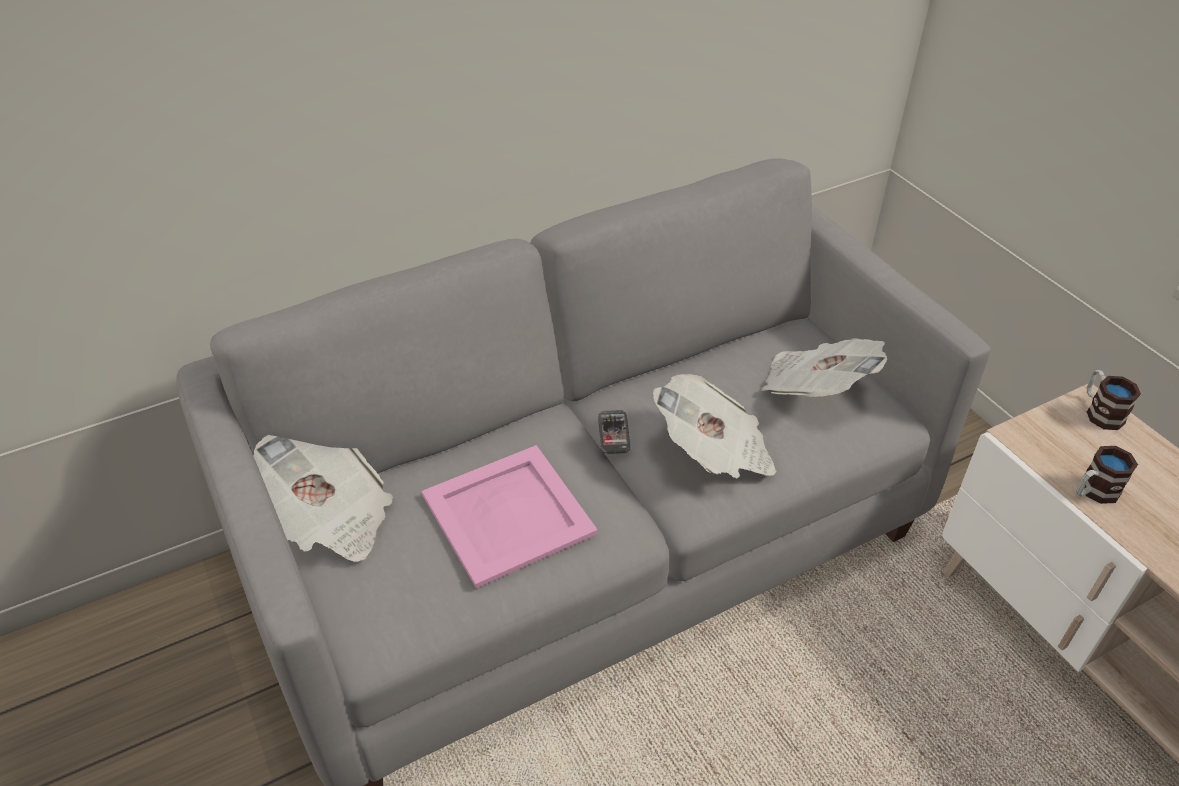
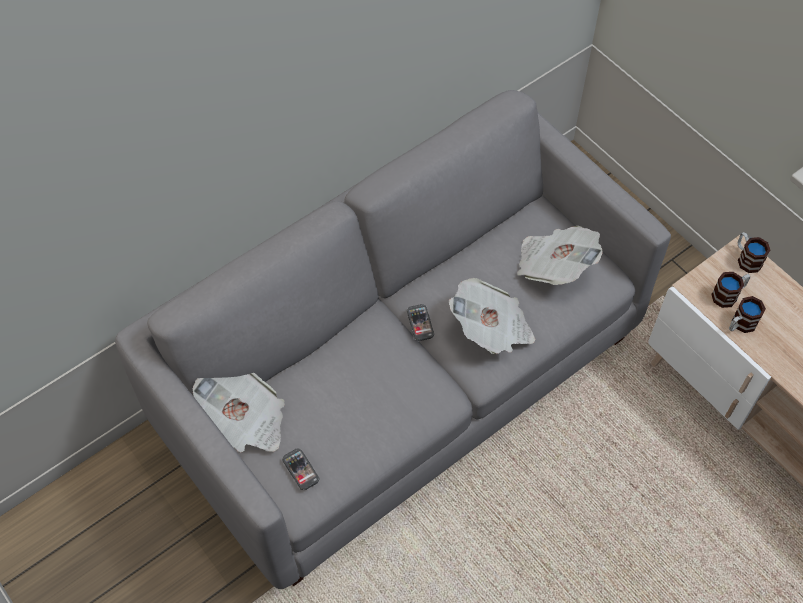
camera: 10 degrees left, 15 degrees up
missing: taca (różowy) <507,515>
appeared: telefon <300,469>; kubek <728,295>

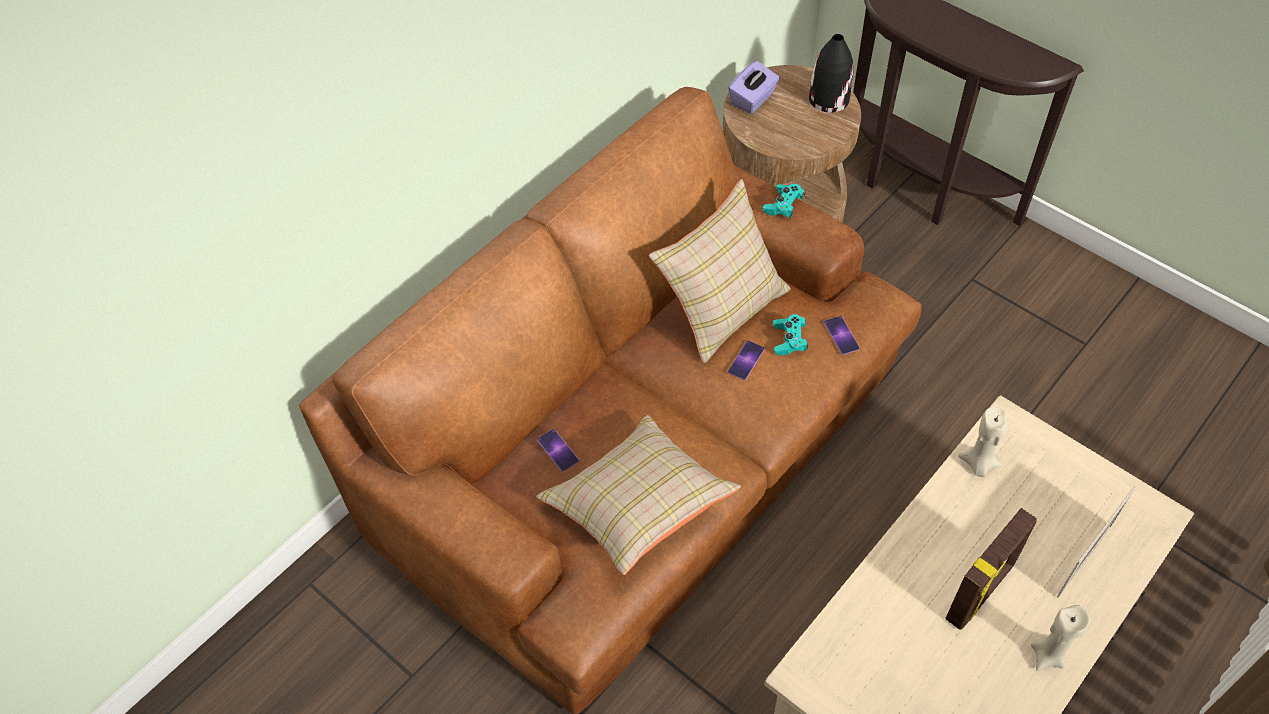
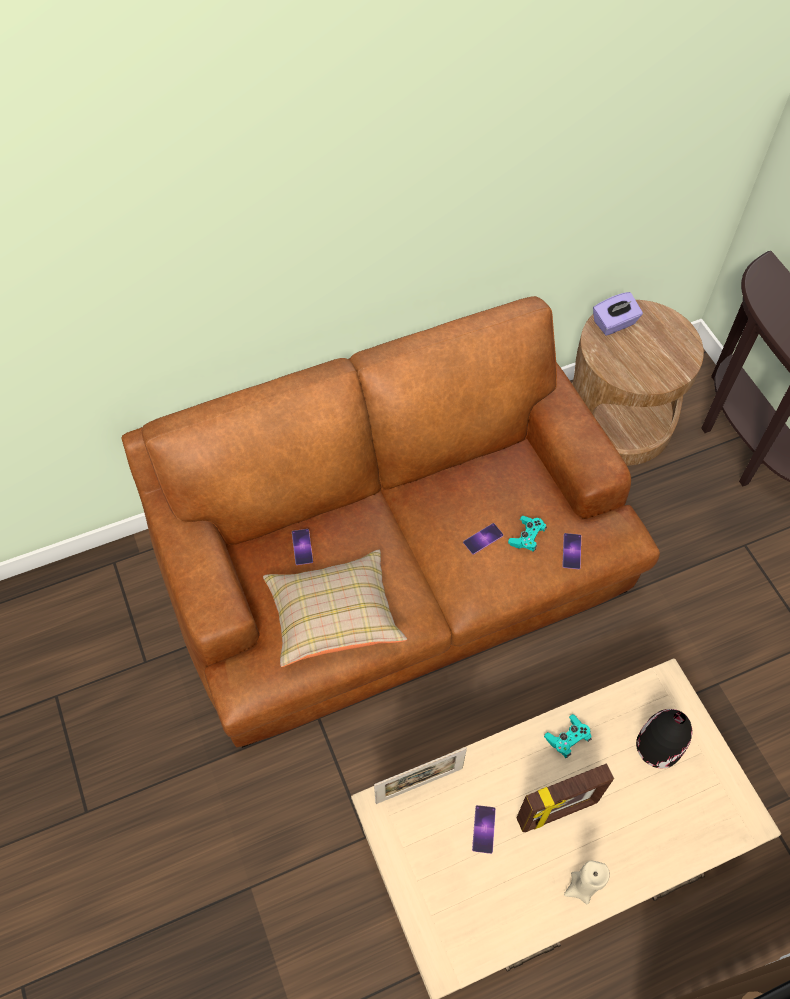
camera: 25 degrees right, 5 degrees up
missing: poduszka (beżowy) <721,307>; świeca (beżowy) <978,464>
appeared: telefon <483,829>
relocated: ramka na zdjęcie <1085,560> to <419,785>; pad do gier (turkusowy) <783,206> to <567,739>; wazon (czarny) <828,99> to <658,746>

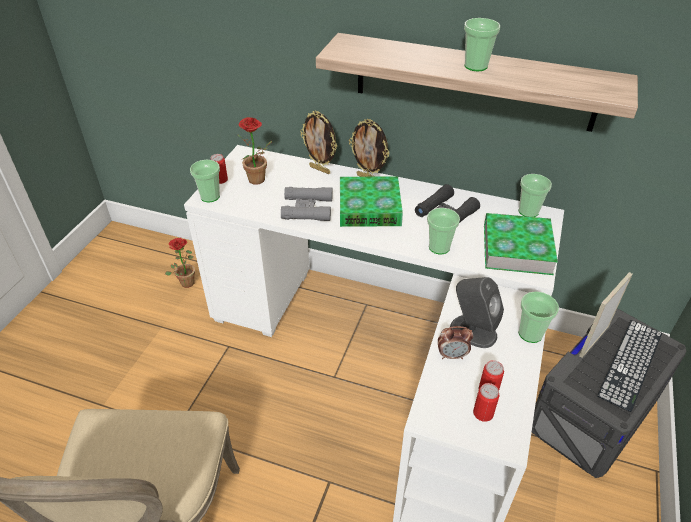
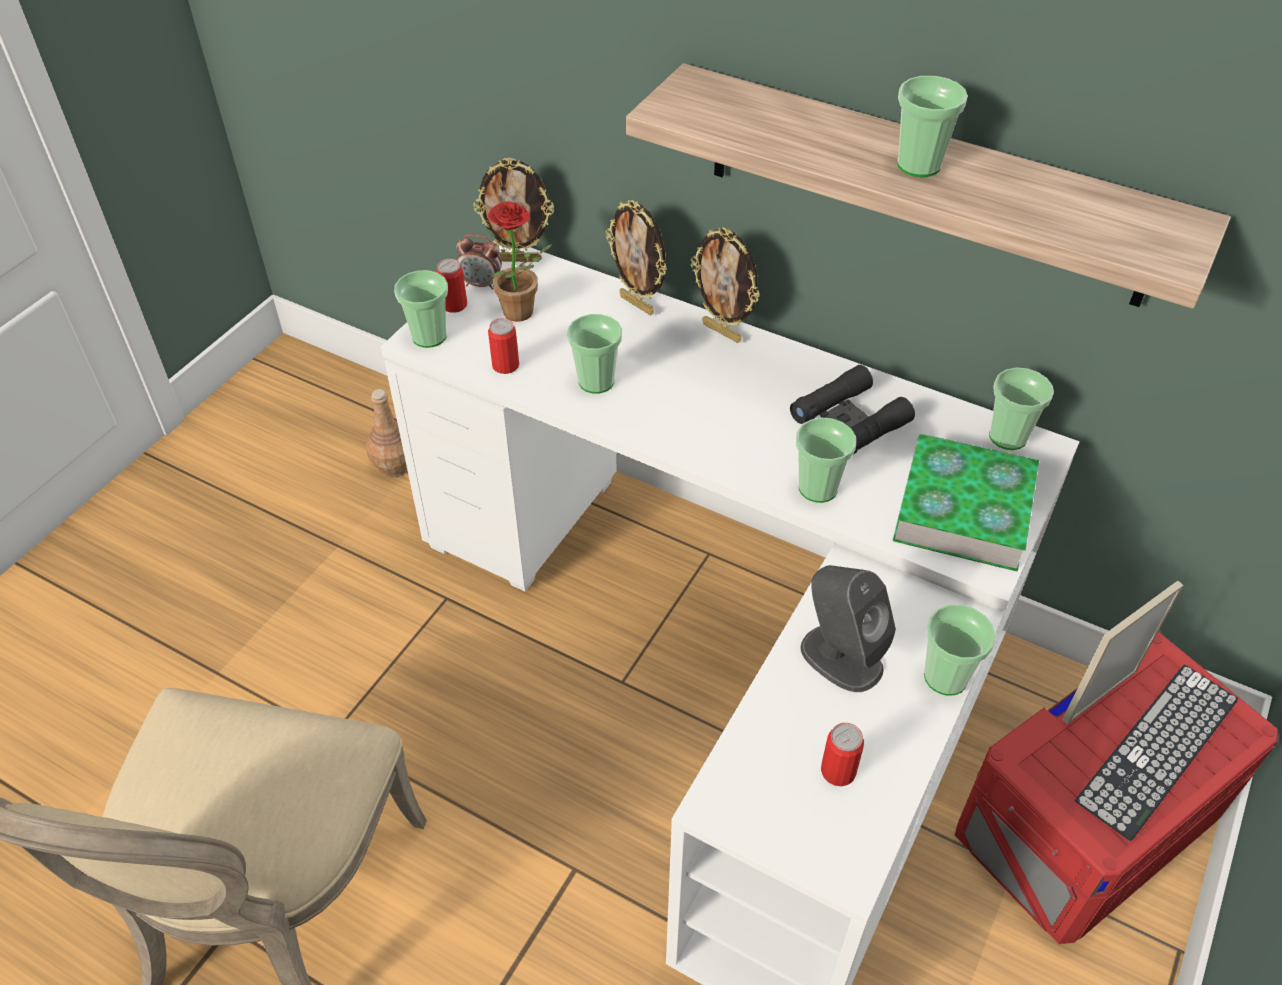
camera: 10 degrees right, 5 degrees up
missing: książka <369,207>
appeared: ramka na zdjęcie <519,259>
relocated: budzik <452,355> to <481,284>; puszka <483,413> to <505,365>
exchanged: roślina doniczkowa <186,281> to butelka (brązowy) <395,465>; lornetka (szary) <307,209> to filiżanka <596,381>
colour: pojemnik do przechowywania (szary) <593,411> to pojemnik do przechowywania (czerwony) <1089,820>

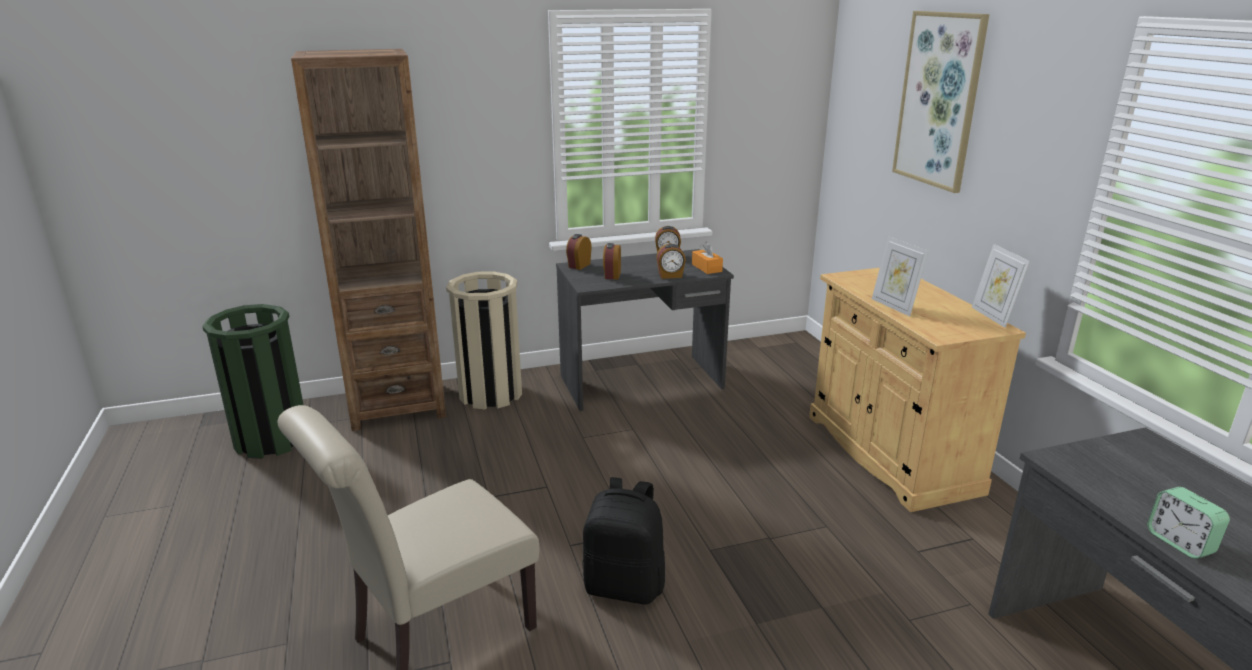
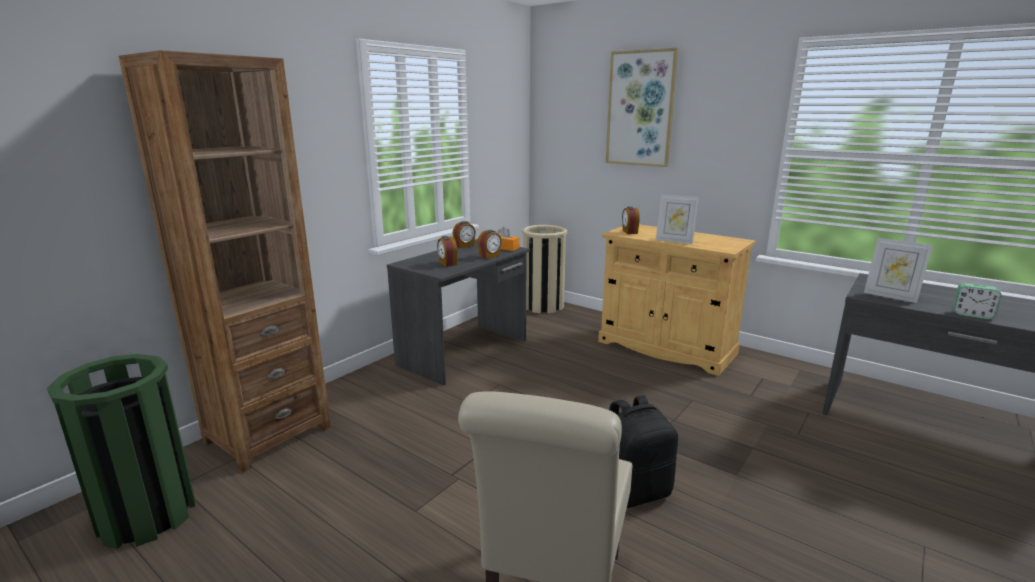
camera: 35 degrees left, 5 degrees down
relocated: kosz na śmieci (beżowy) <490,394> to <543,306>; budzik <579,265> to <629,232>; ramka na zdjęcie <992,316> to <890,296>

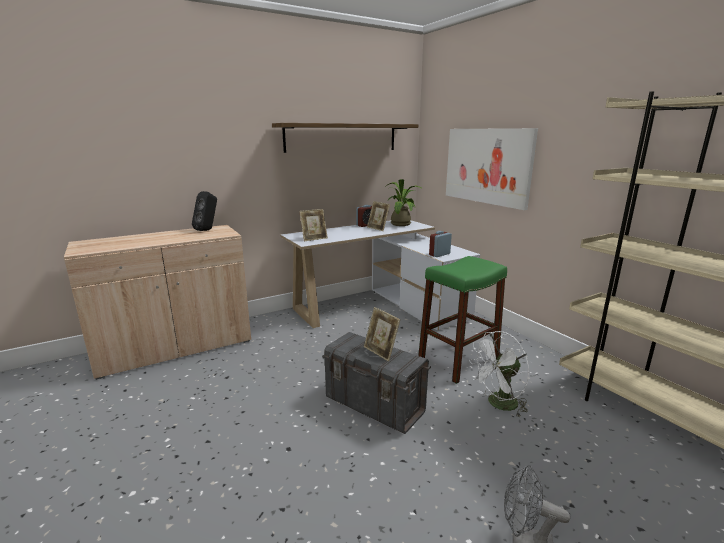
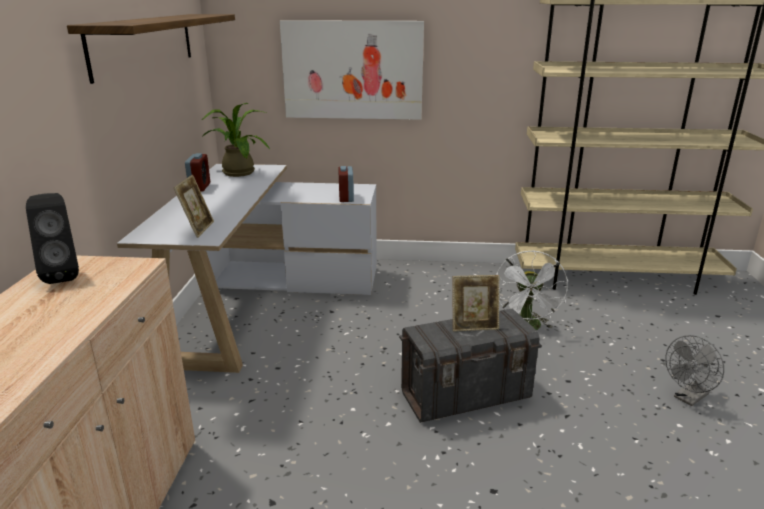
camera: 55 degrees left, 5 degrees up
missing: ramka na zdjęcie <378,228>; stołek (zielony) <458,360>

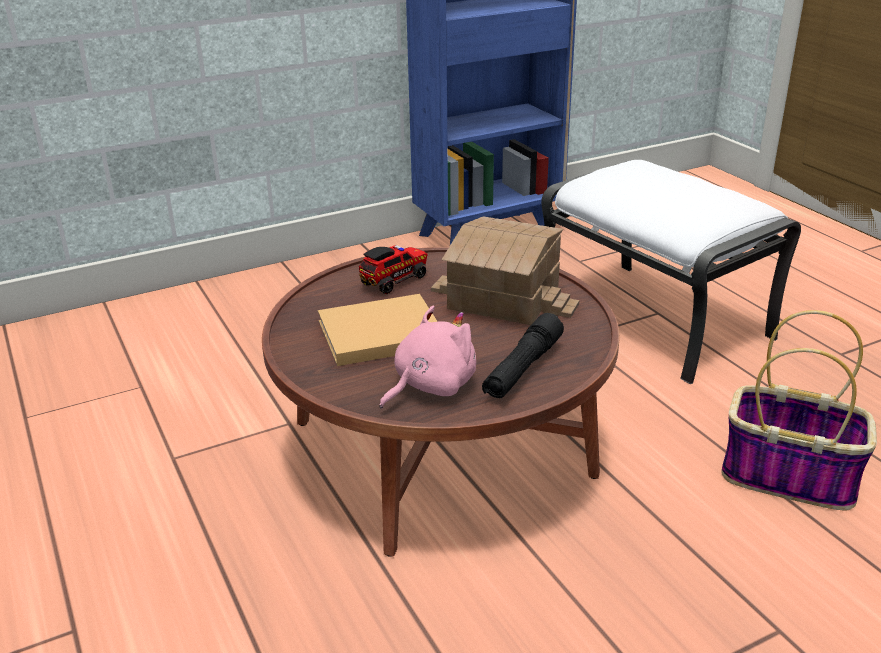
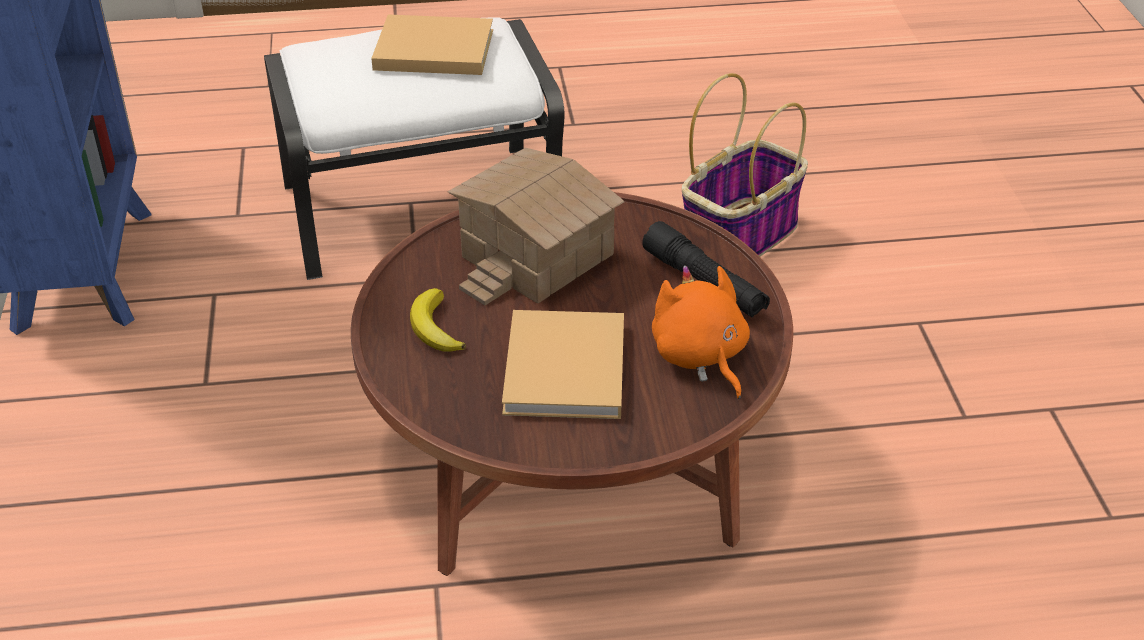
camera: 70 degrees left, 10 degrees up
appeared: książka (beżowy) <430,49>
exchanged: ciężarówka zabawkowa <395,280> to banan <435,327>
colour: pluszak (różowy) <430,386> to pluszak (pomarańczowy) <700,357>

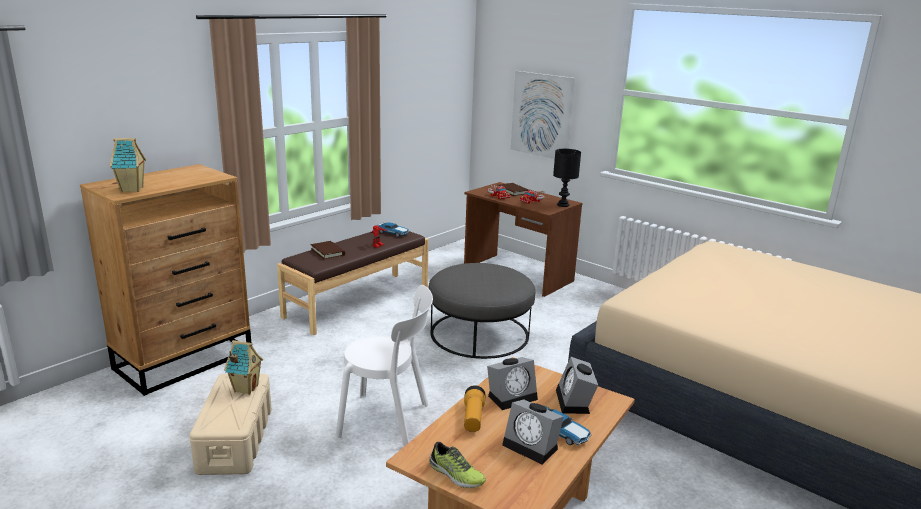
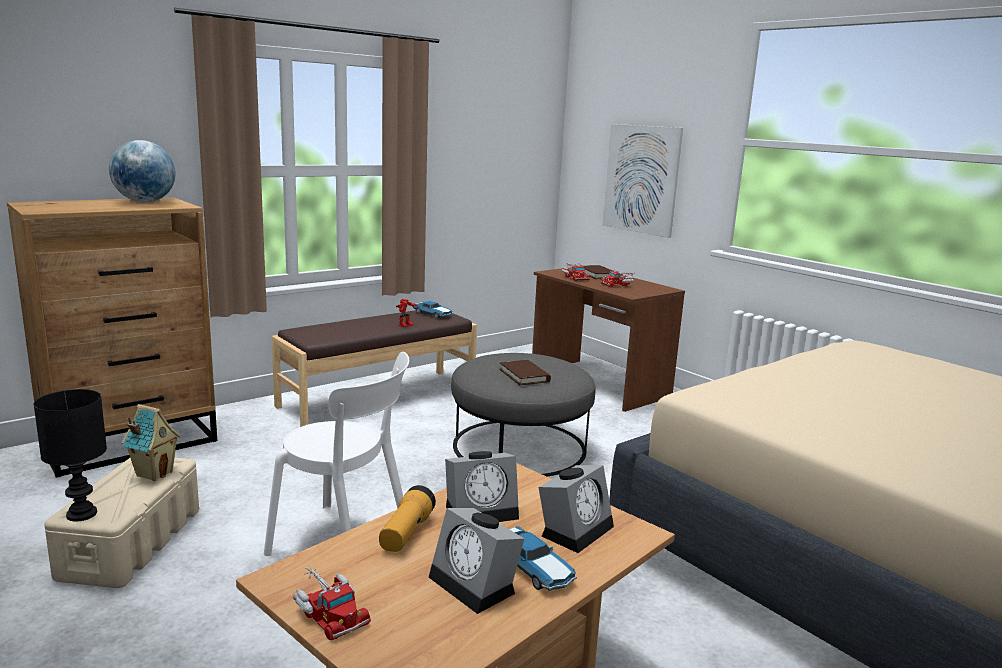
camera: 10 degrees right, 5 degrees down
missing: domek <132,189>
appeared: globus <145,202>
relocated: lampa stołowa (czarny) <563,205> to <82,514>; książka (brązowy) <327,252> to <524,375>
exchanged: but <455,474> to ciężarówka zabawkowa <329,612>
spun: budzik <575,402> = <576,529> 150 degrees counterclockwise

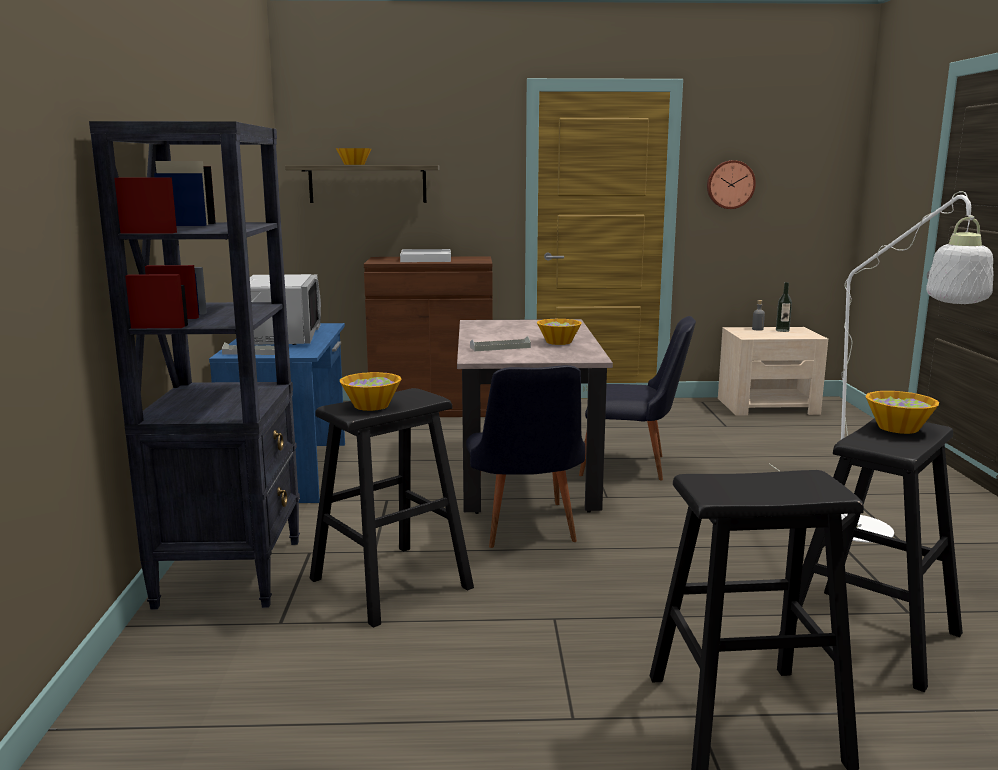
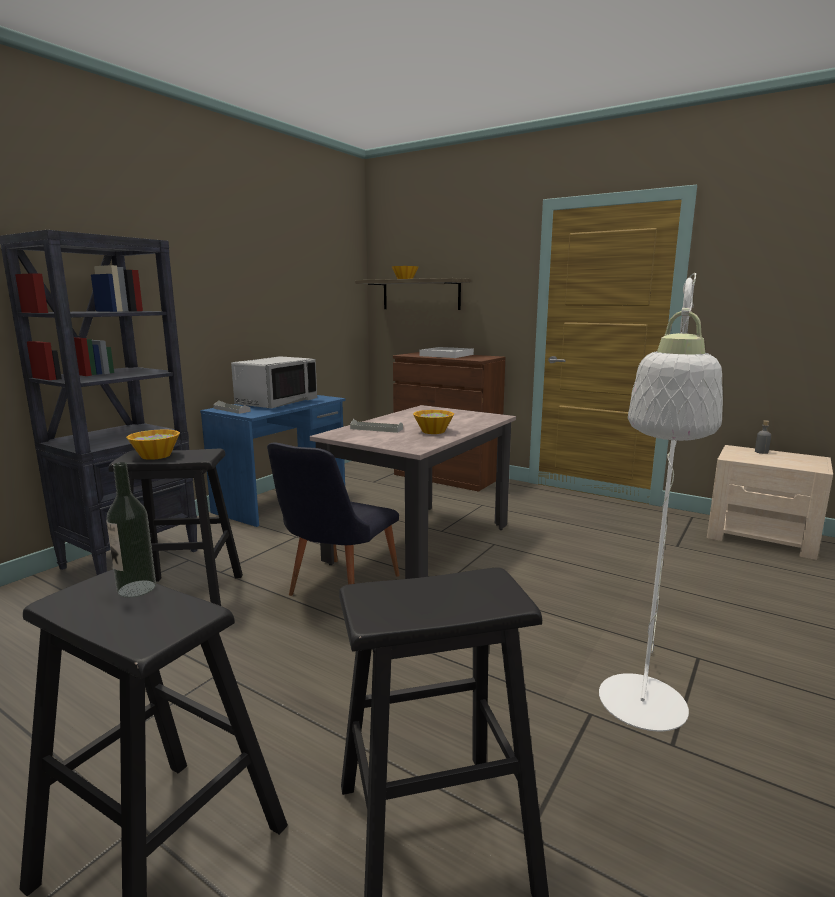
camera: 35 degrees right, 0 degrees up
missing: krzesło (czarny) <633,466>; zegar ścienny <730,184>; miska <898,428>
relocated: butelka <782,330> to <136,589>

